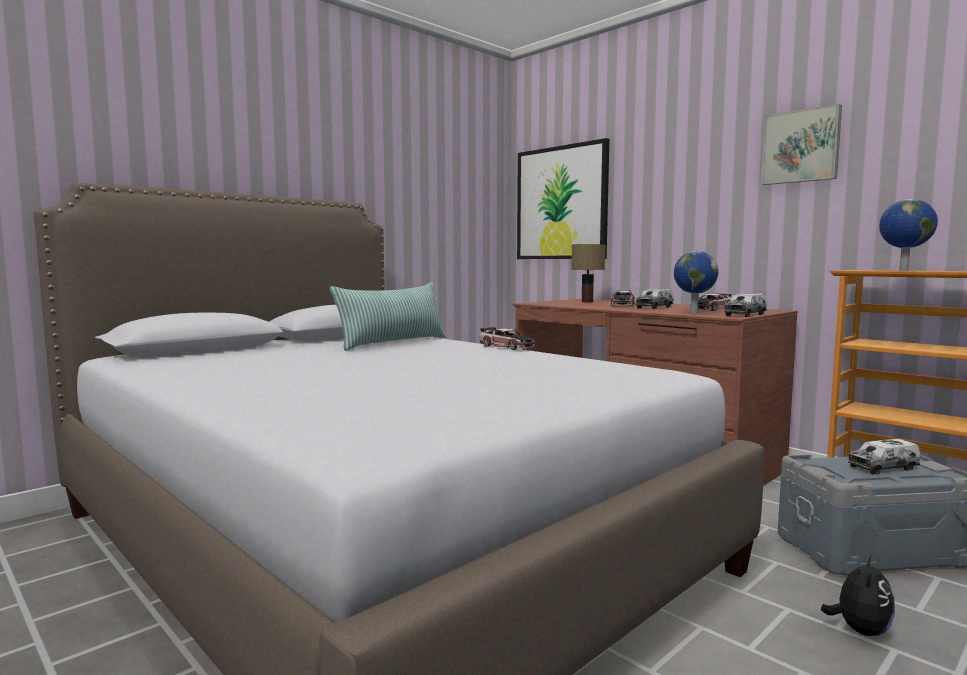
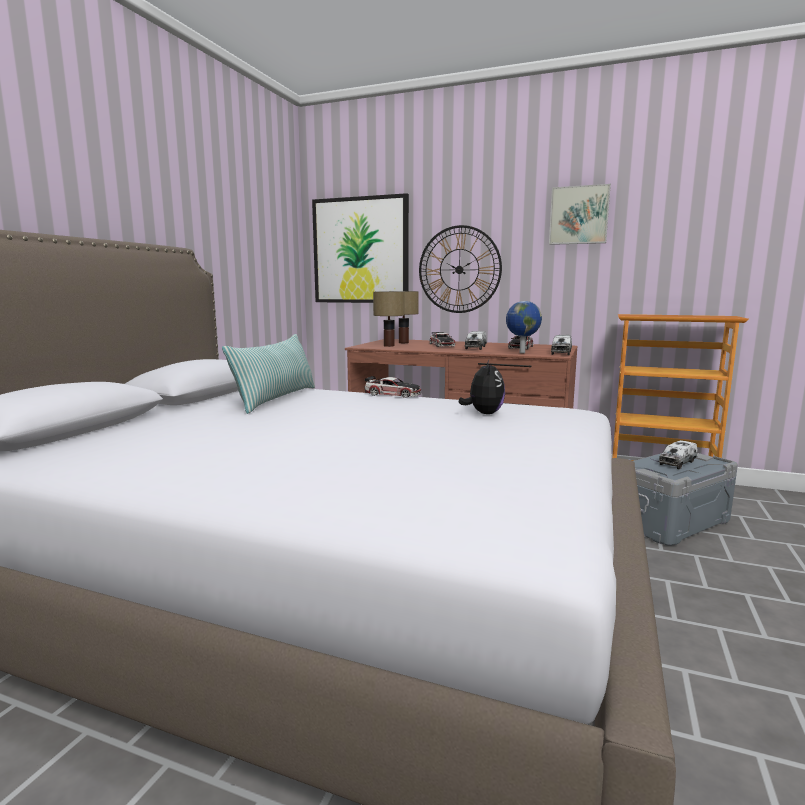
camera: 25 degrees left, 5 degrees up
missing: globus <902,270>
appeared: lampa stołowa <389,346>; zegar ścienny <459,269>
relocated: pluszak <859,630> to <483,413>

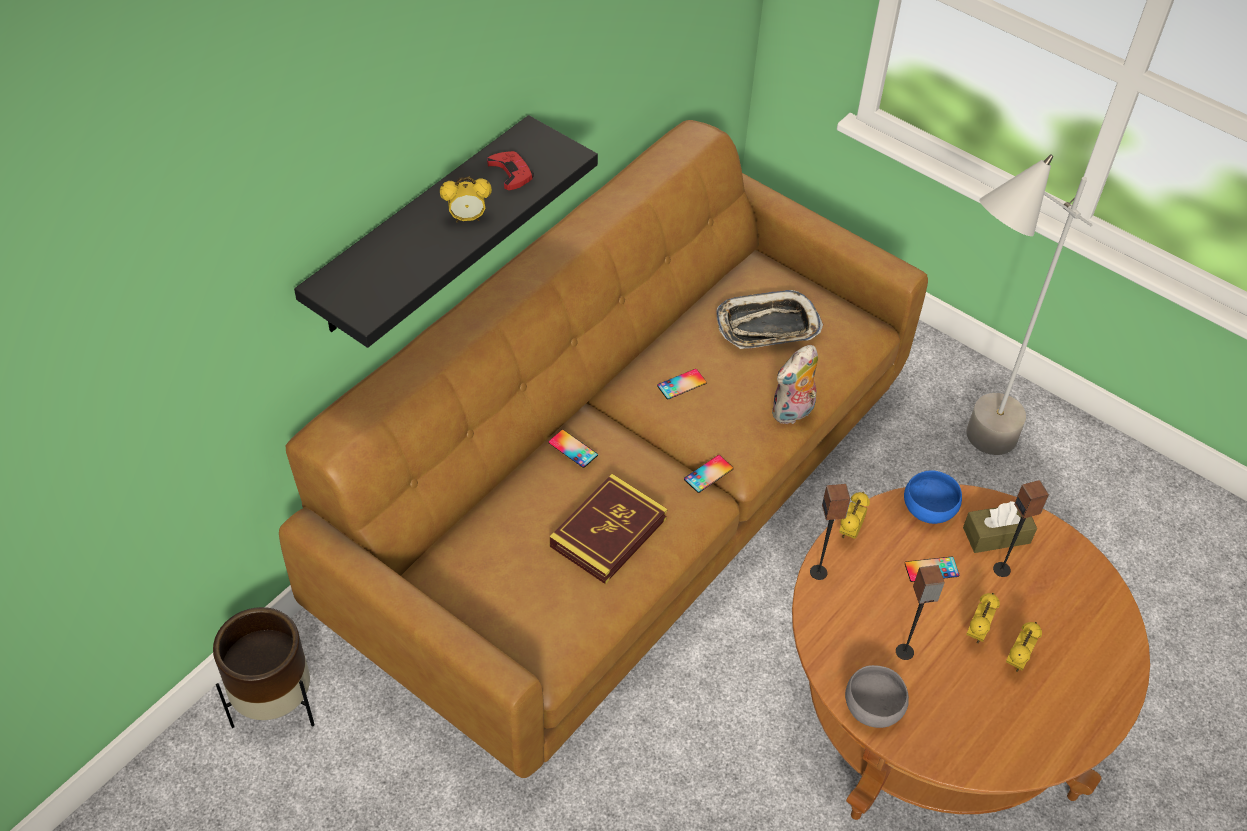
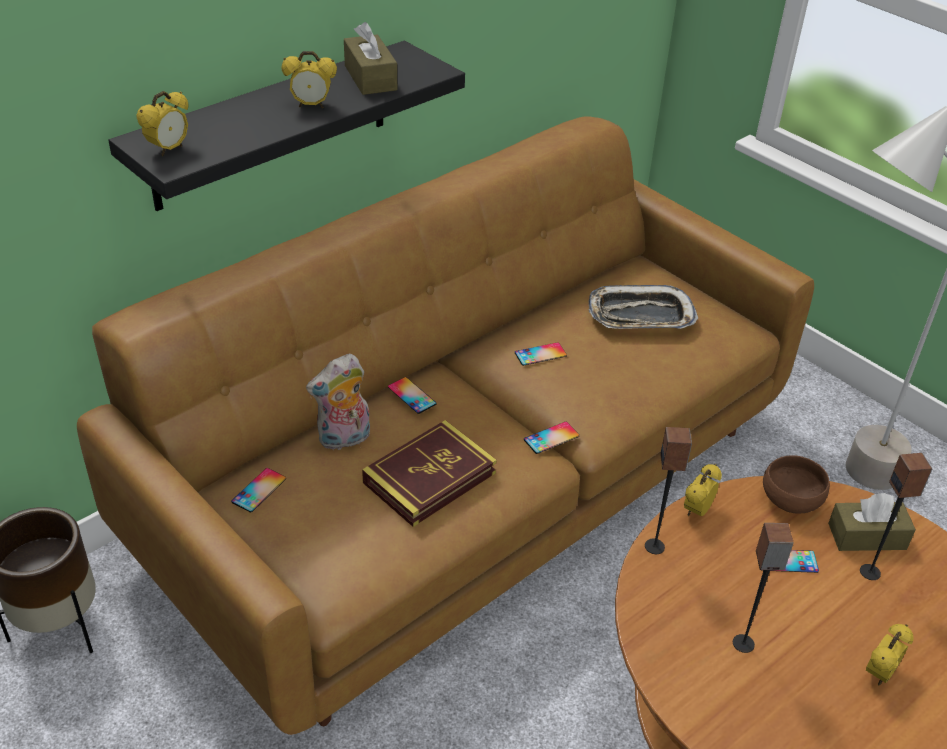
camera: 10 degrees right, 10 degrees down
missing: miska (szary) <874,707>
appeared: telefon <259,490>
relocated: budzik <976,633> to <169,149>; pluszak <793,413> to <344,439>
exchanged: pad do gier (czerwony) <511,173> to pudełko chusteczek (brązowy) <370,78>
colour: miska (niebieski) <928,510> to miska (brązowy) <789,501>

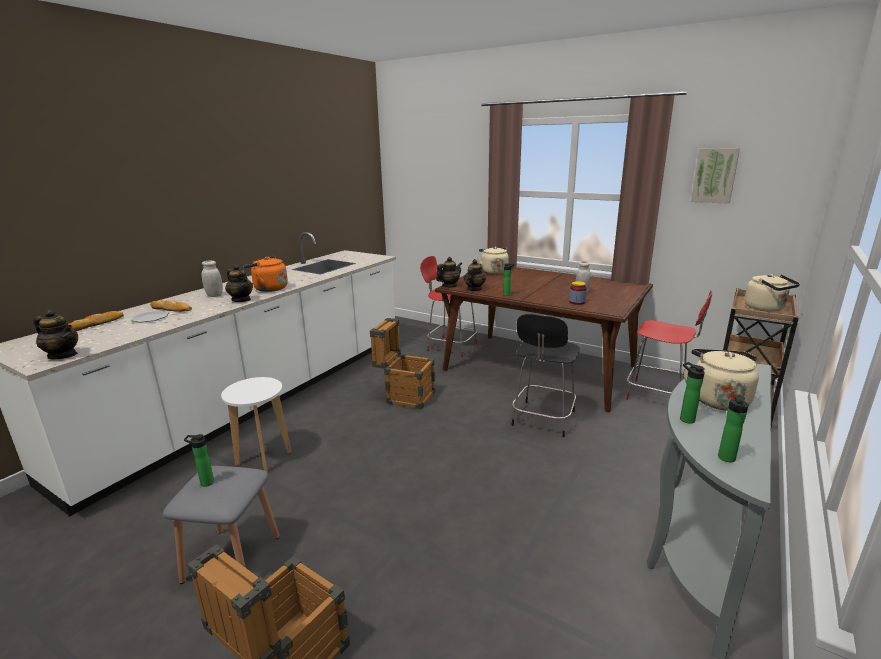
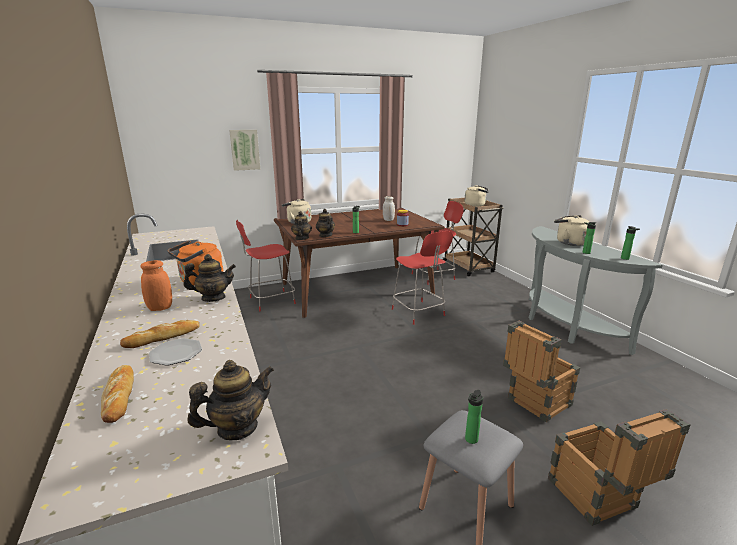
camera: 55 degrees left, 0 degrees up
missing: stołek (biały) <263,458>
relocated: obraz <714,175> to <245,150>; skrzynka <405,396> to <534,404>
colour: słoik (biały) <214,295> to słoik (pomarańczowy) <160,308>; krzesło (czarny) <542,419> to krzesło (czerwony) <419,313>

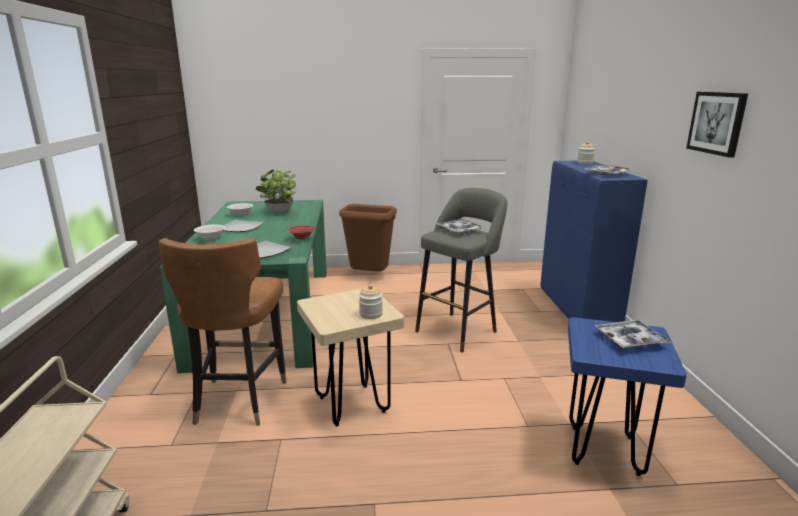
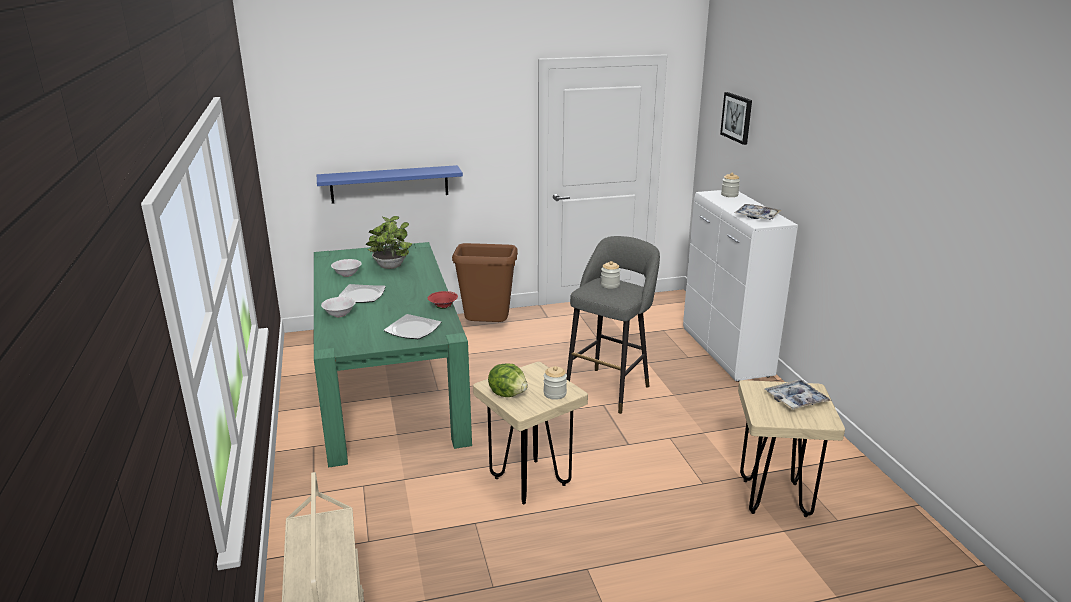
camera: 10 degrees left, 5 degrees up
missing: krzesło (brązowy) <239,400>
appeared: półka (niebieski) <389,184>; sałata <508,393>
relocated: obraz <717,123> to <737,117>
exchanged: taca <459,230> to słoik <610,285>
colour: szafka (niebieski) <577,310> to szafka (biały) <726,353>; stołek (niebieski) <604,450> to stołek (beżowy) <774,498>

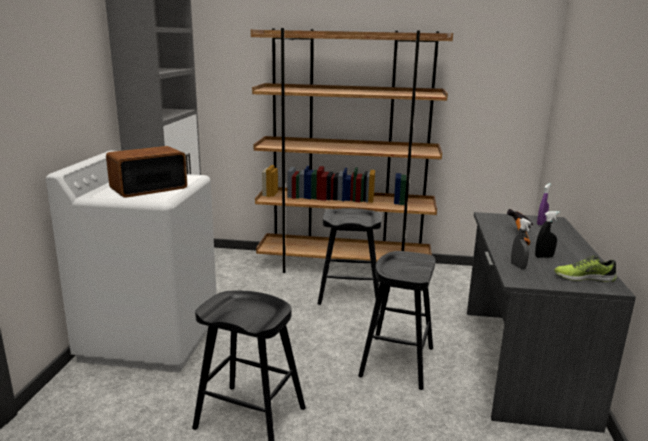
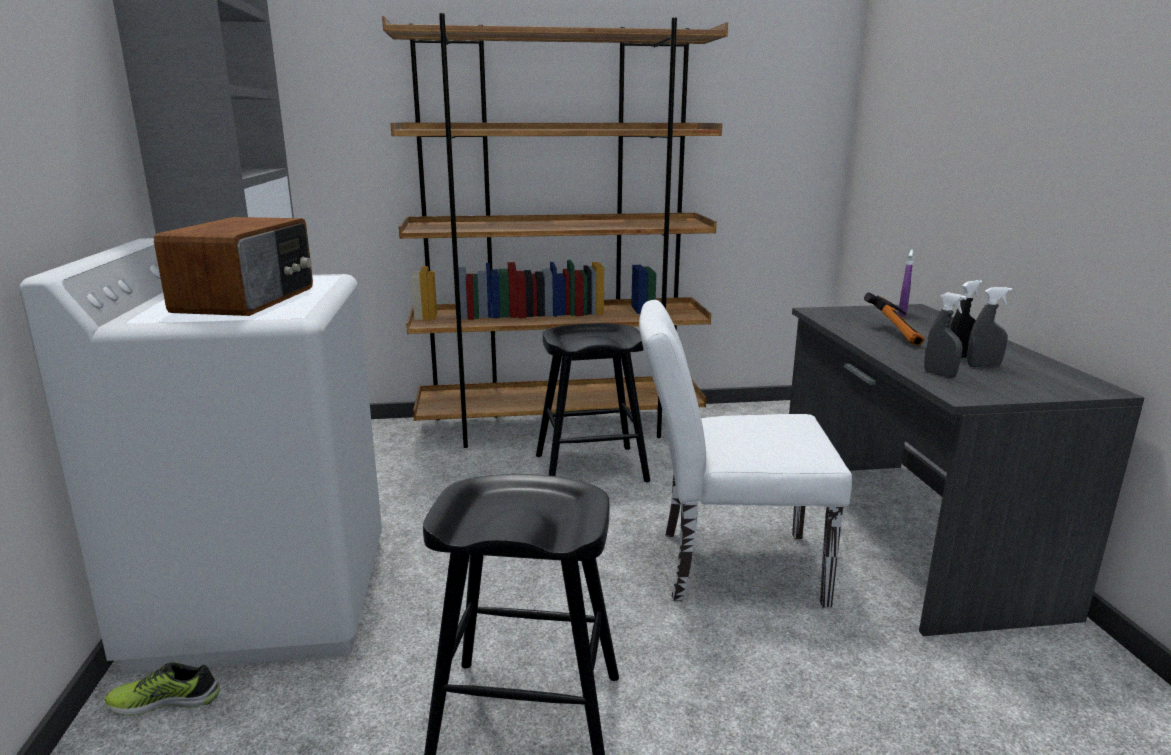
camera: 15 degrees left, 0 degrees up
appeared: spryskiwacz (szary) <983,366>
relocated: but <583,277> to <166,700>
exchanged: stołek (czarny) <397,362> to krzesło (biały) <725,566>
spun: radio <148,188> = <248,299> 150 degrees clockwise

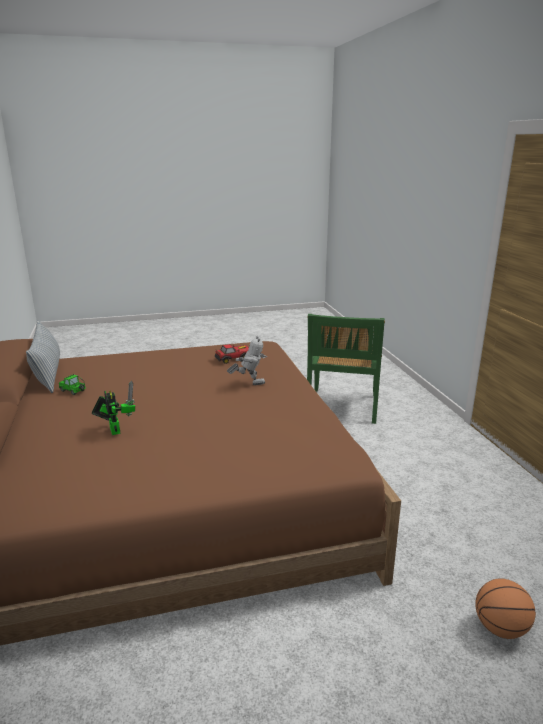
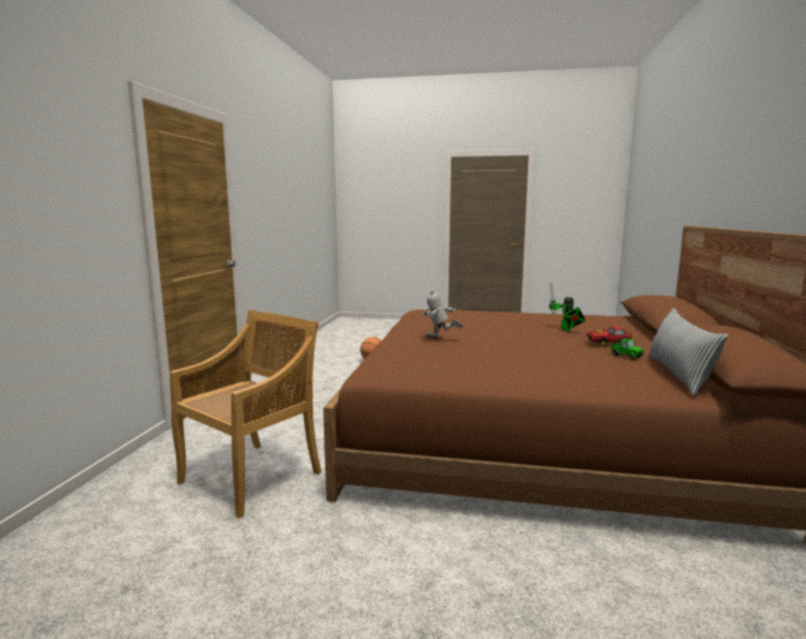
camera: 155 degrees left, 10 degrees down
relocated: samochodzik <234,359> to <608,344>
colour: krzesło (zielony) <342,407> to krzesło (beżowy) <252,476>

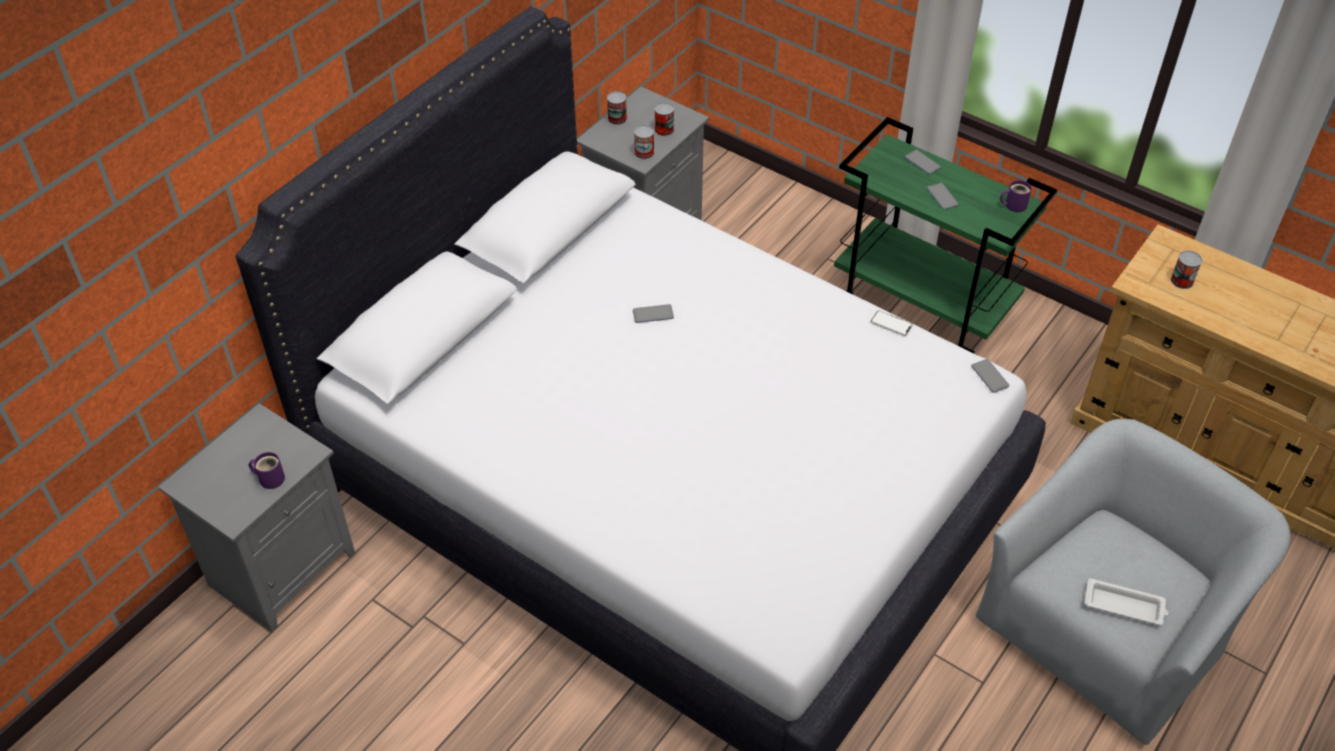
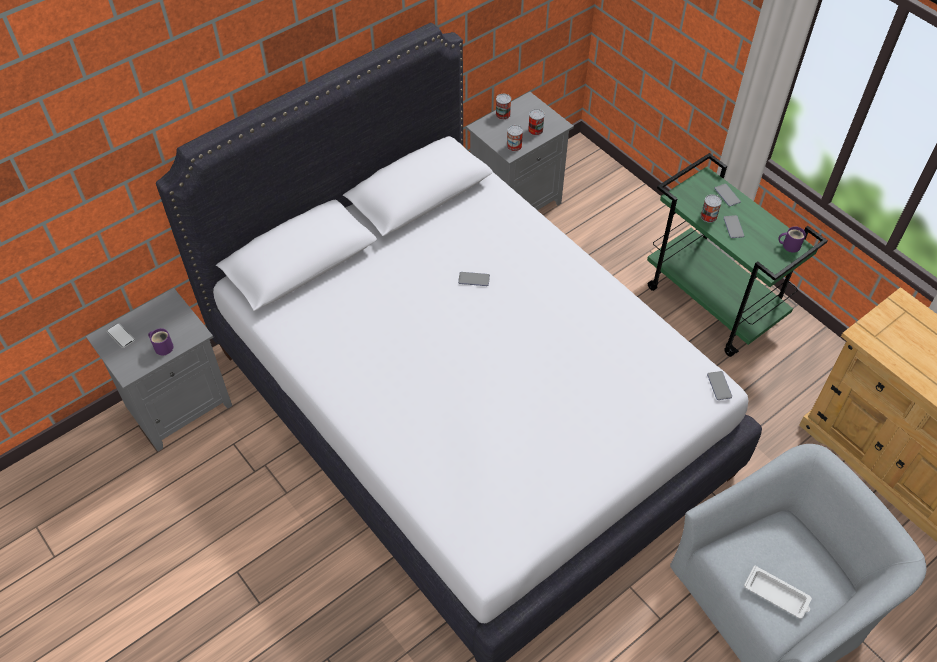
camera: 15 degrees right, 5 degrees up
relocated: telefon <891,324> to <121,336>; puszka <1182,281> to <708,216>

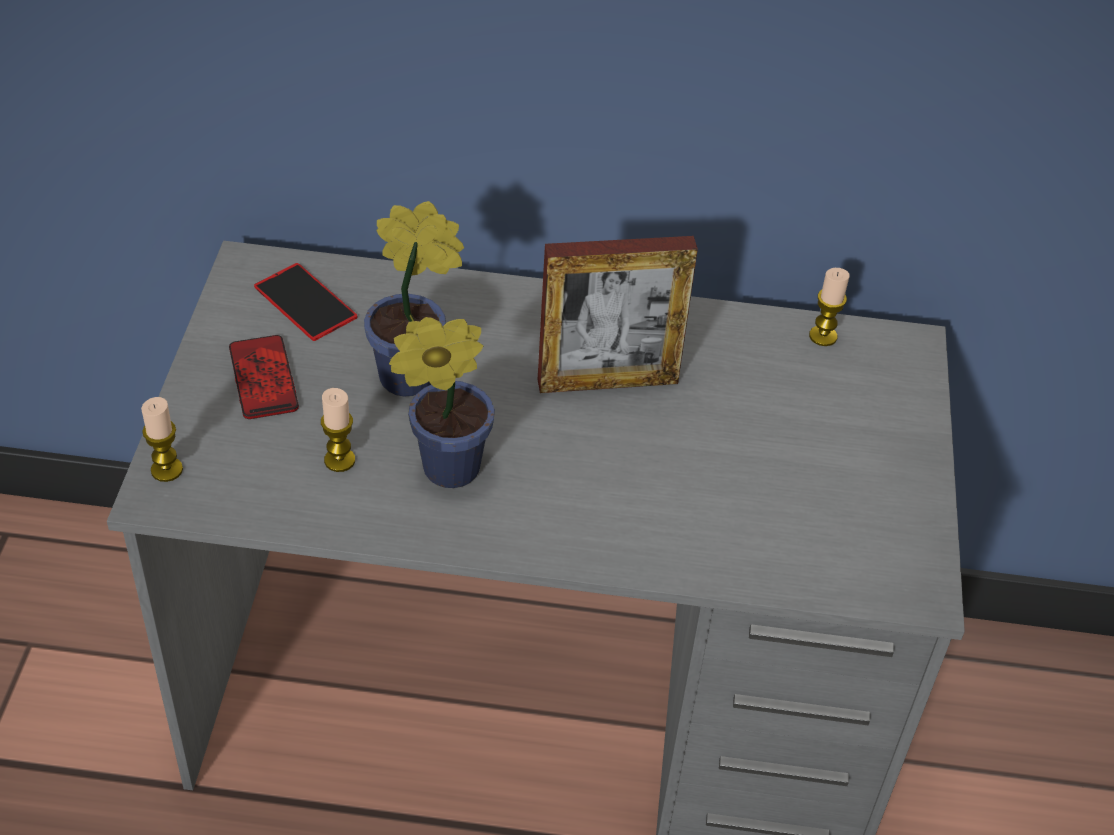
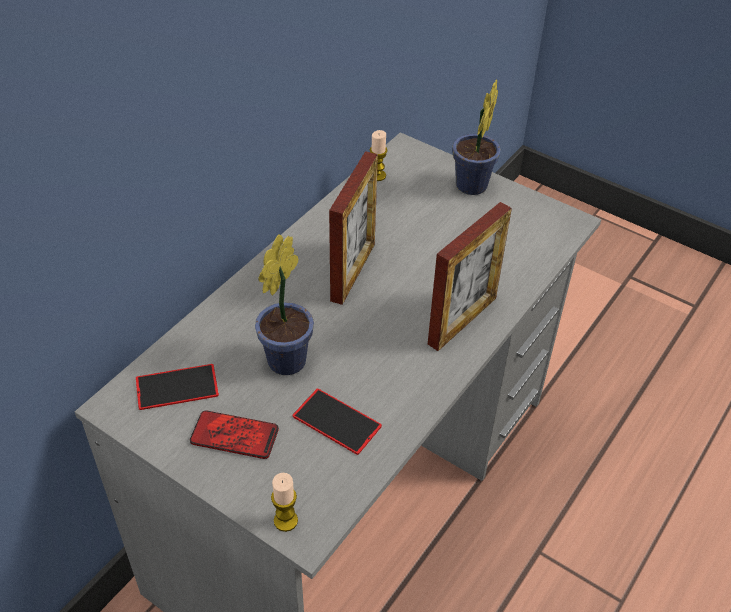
camera: 60 degrees left, 0 degrees up
appeared: ramka na zdjęcie <462,321>
relocated: roślina doniczkowa <443,468> to <470,188>
exchanged: świeca <339,460> to telefon <337,421>

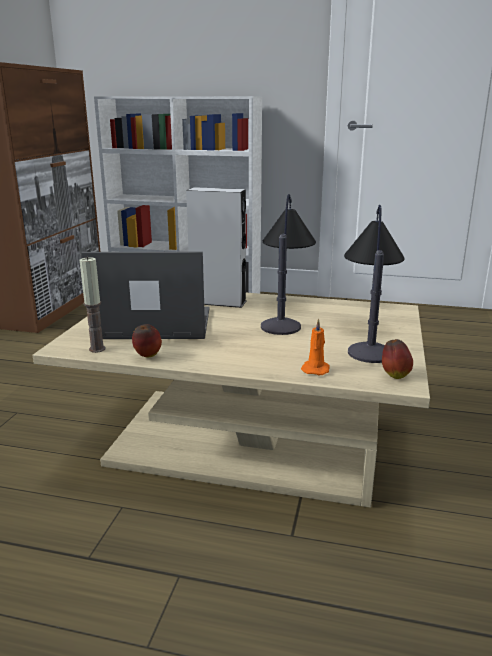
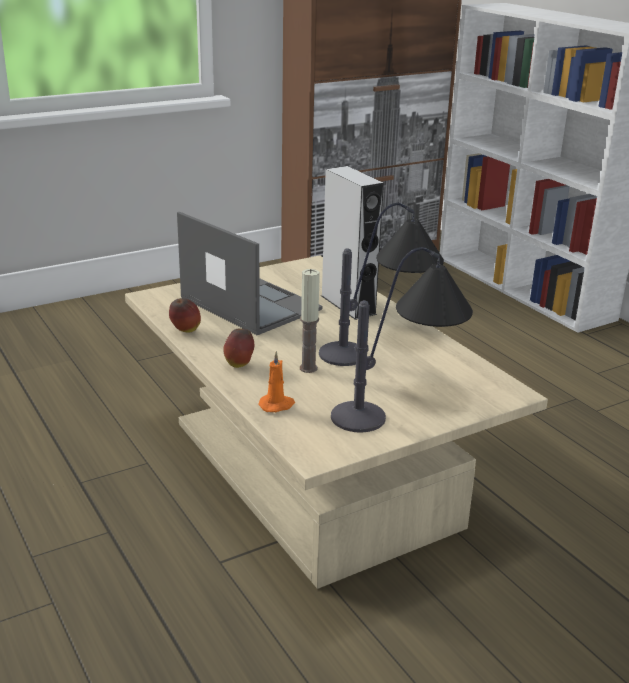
camera: 45 degrees right, 5 degrees up
relocated: jabłko <394,375> to <239,364>; świeca <97,349> to <308,368>

